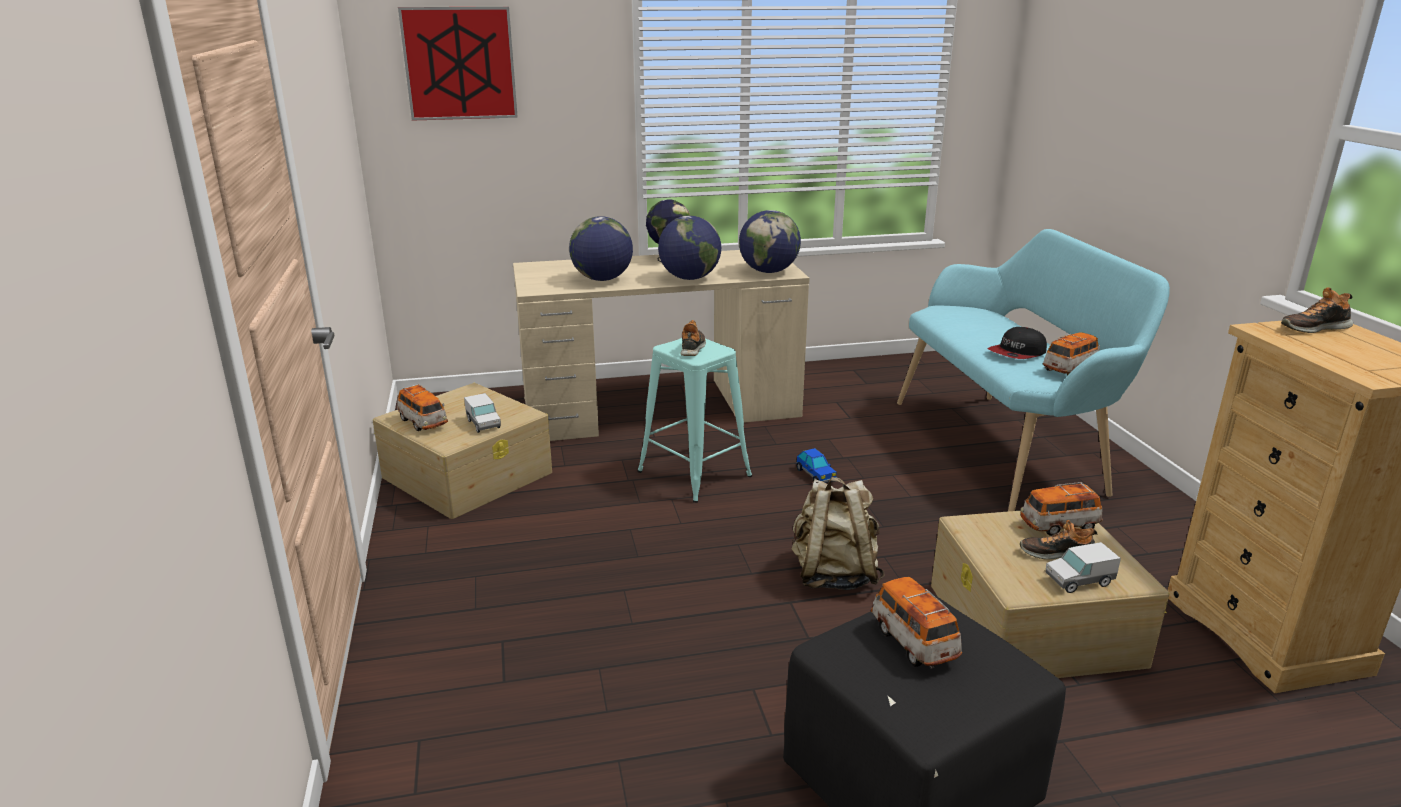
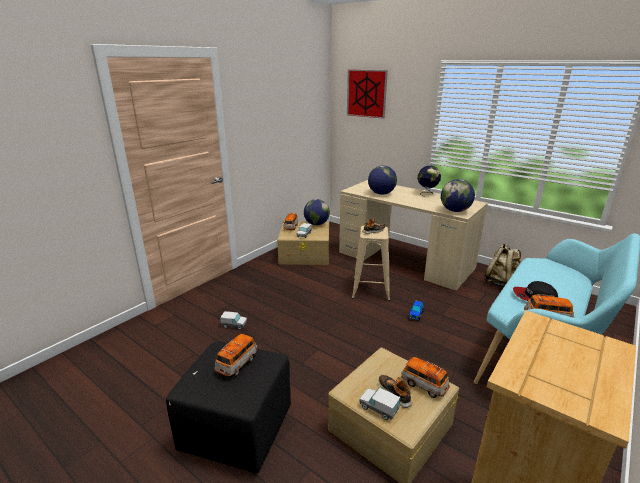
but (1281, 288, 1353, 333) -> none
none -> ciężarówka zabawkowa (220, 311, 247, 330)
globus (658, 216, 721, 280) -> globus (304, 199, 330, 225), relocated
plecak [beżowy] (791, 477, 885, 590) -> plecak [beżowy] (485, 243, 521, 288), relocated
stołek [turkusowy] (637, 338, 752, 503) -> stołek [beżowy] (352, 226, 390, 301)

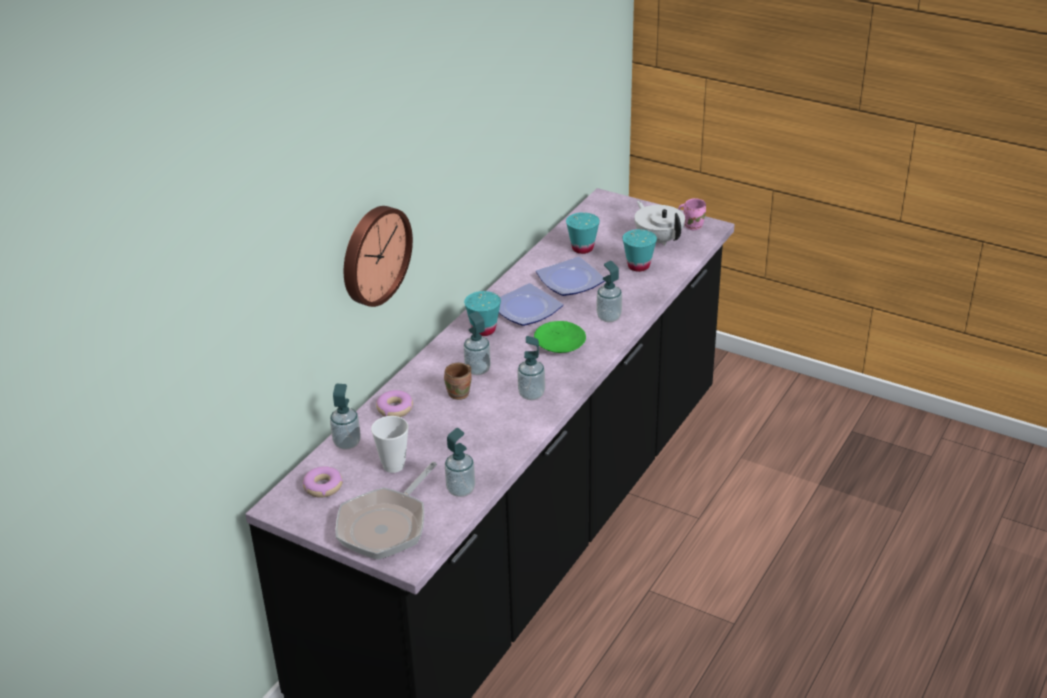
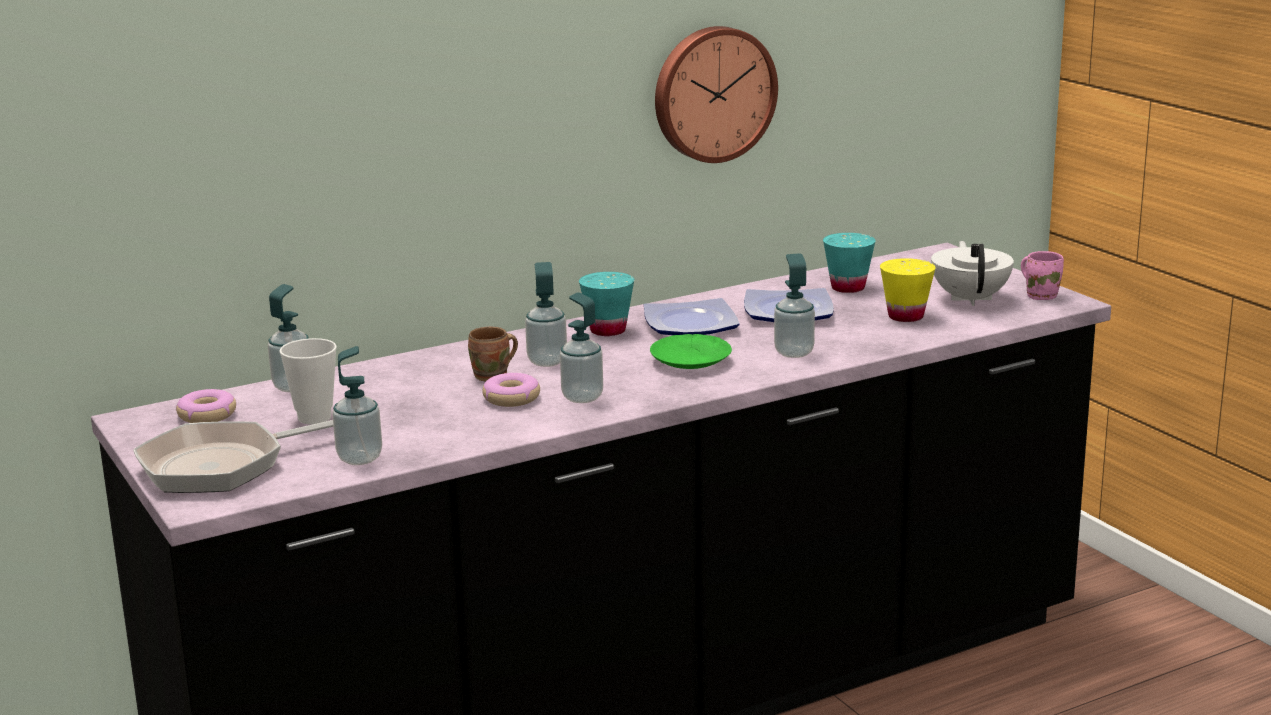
zegar ścienny (344, 206, 413, 307) -> zegar ścienny (655, 26, 778, 163), relocated
donut (376, 390, 413, 417) -> donut (482, 373, 540, 407), relocated
filiżanka [turkusowy] (622, 229, 657, 272) -> filiżanka [żółty] (880, 258, 936, 322)

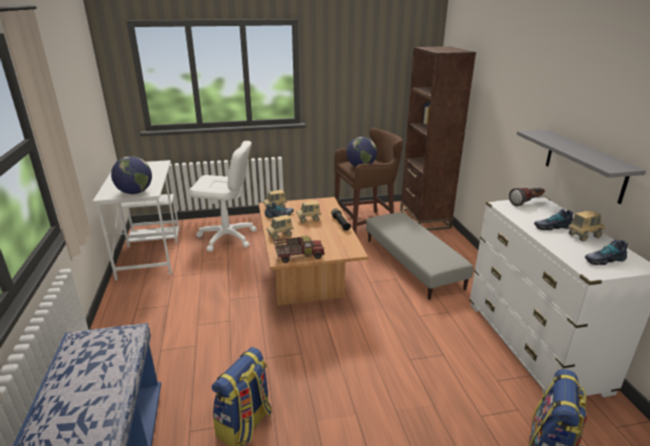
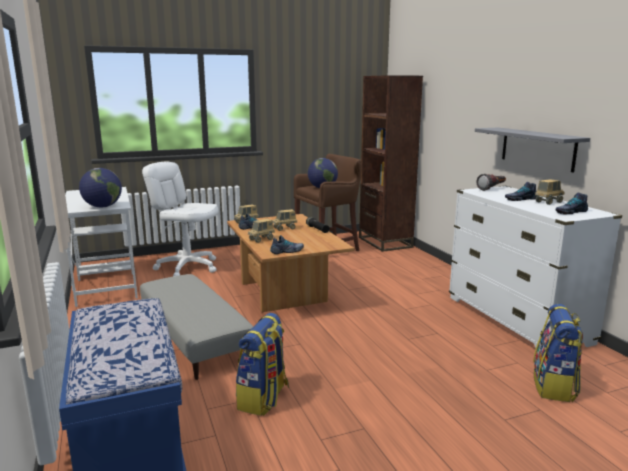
pufa [szary] (366, 212, 474, 300) -> pufa [szary] (140, 274, 253, 380), relocated
ciężarówka zabawkowa (273, 236, 325, 263) -> but (270, 235, 304, 254)
krzesło biurowe [biały] (189, 141, 257, 252) -> krzesło biurowe [biały] (142, 162, 219, 276), 150 degrees counterclockwise

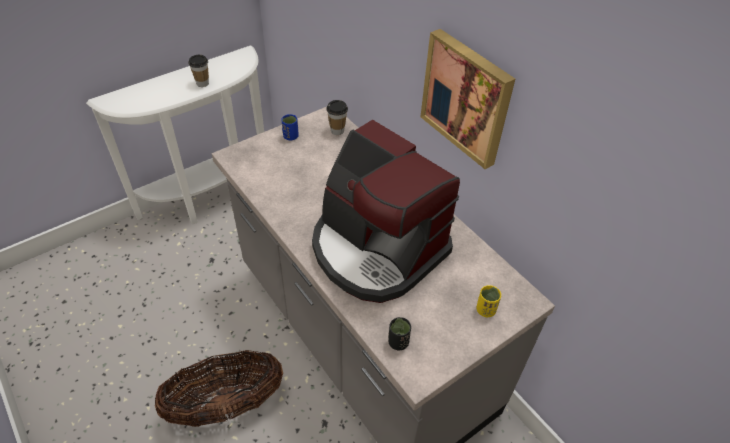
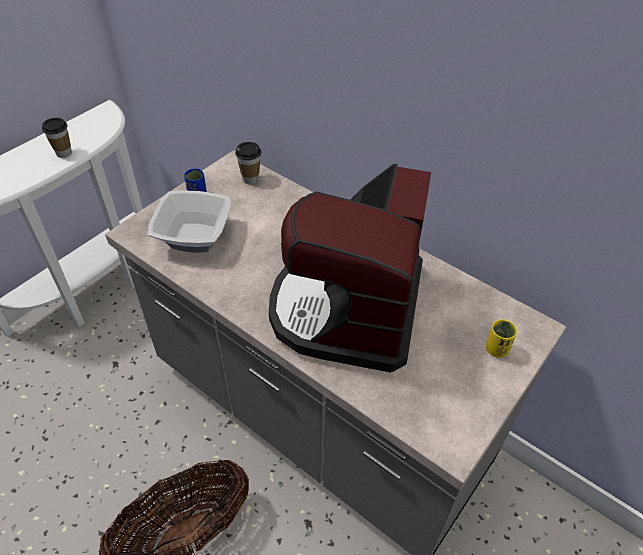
filiżanka [czarny] (388, 317, 411, 350) -> none
obraz (420, 29, 515, 169) -> none
none -> miska (148, 190, 231, 253)
ekspres do kawy (312, 120, 460, 303) -> ekspres do kawy (269, 164, 431, 373), 75 degrees clockwise

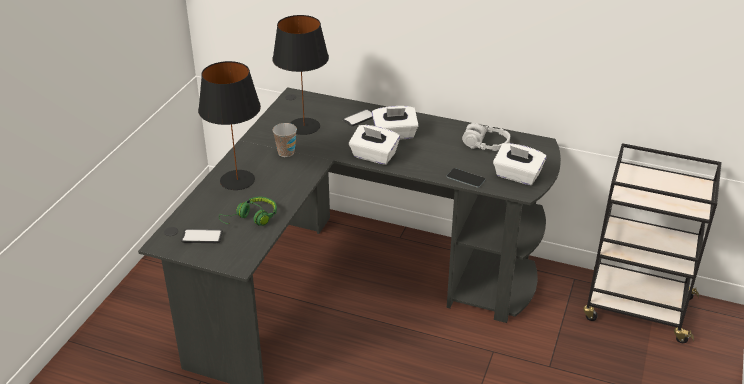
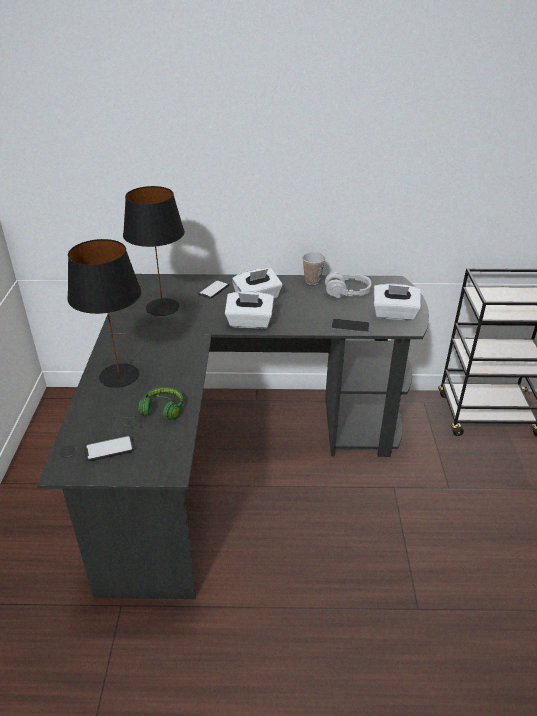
filiżanka (273, 123, 297, 157) -> filiżanka (302, 253, 325, 285), relocated

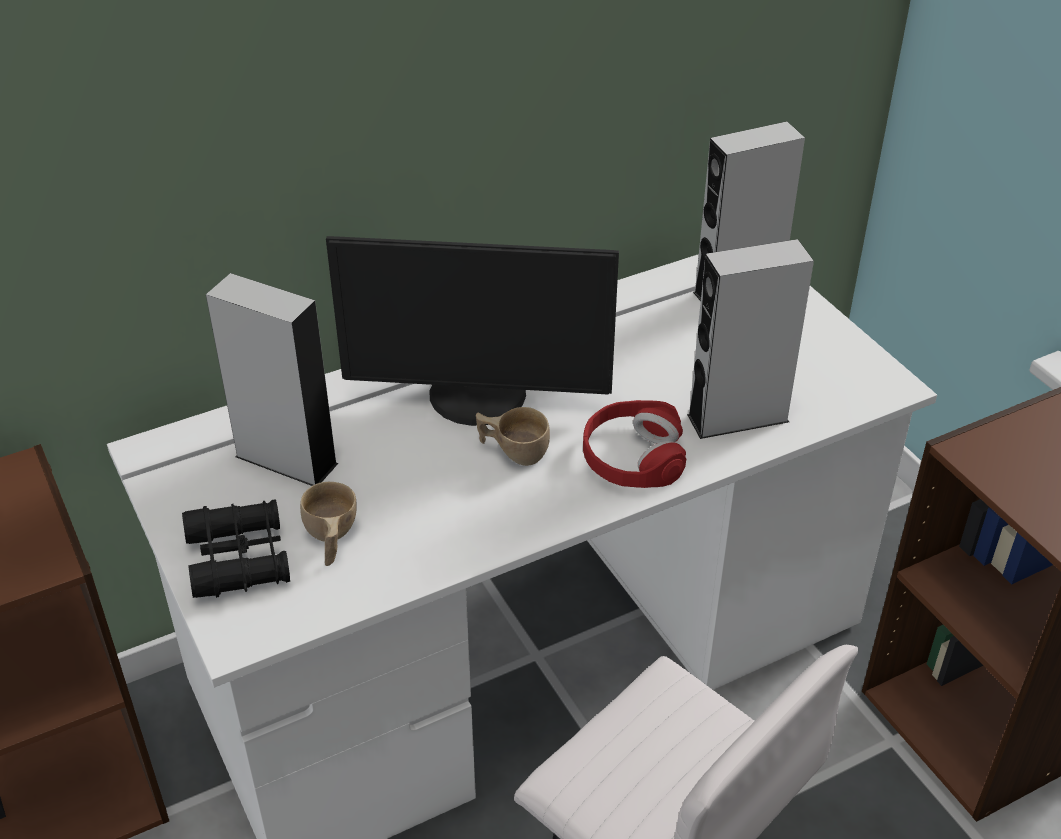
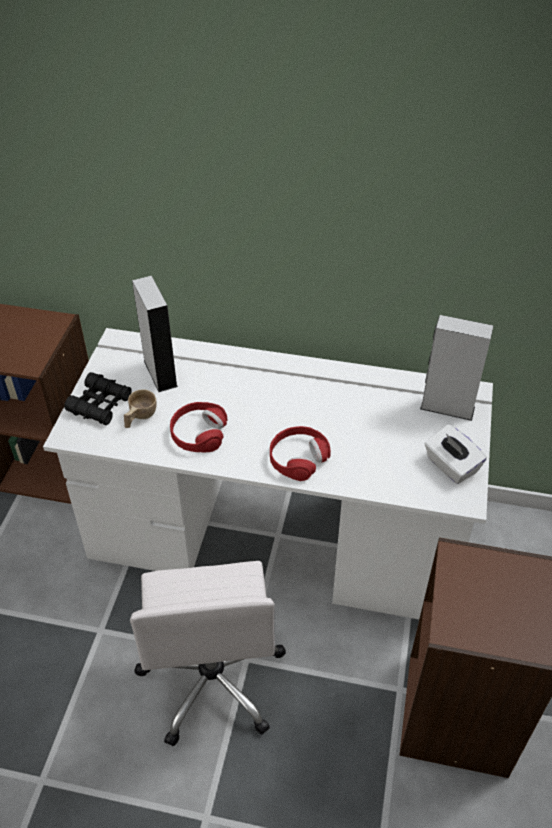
monitor (326, 236, 619, 426) -> none
filiżanka [beżowy] (476, 407, 550, 466) -> none
głośnik [szary] (687, 239, 814, 439) -> none
none -> słuchawki [czerwony] (170, 402, 227, 452)
none -> pudełko chusteczek [biały] (425, 424, 487, 484)

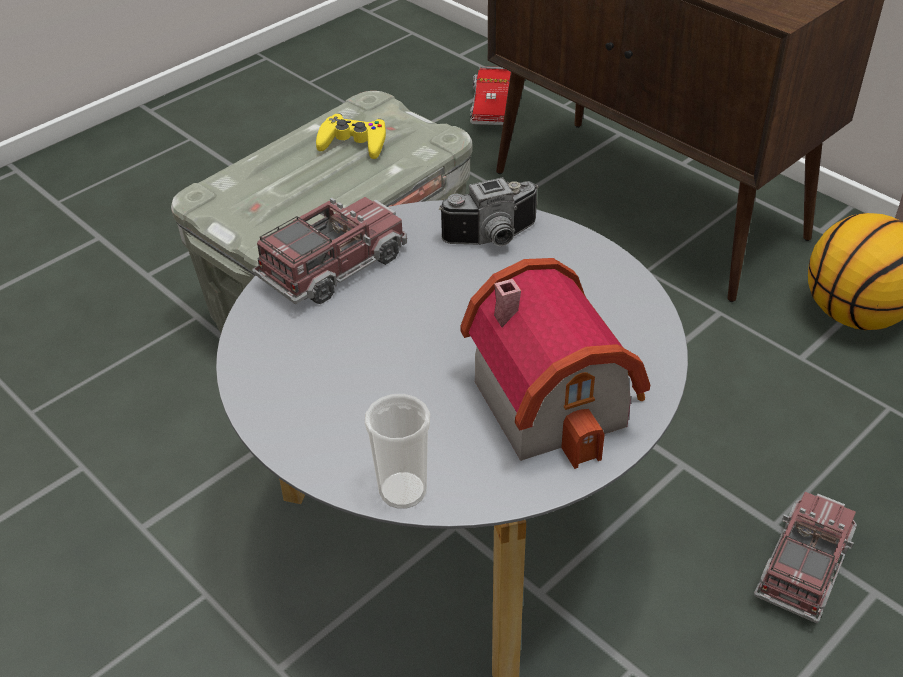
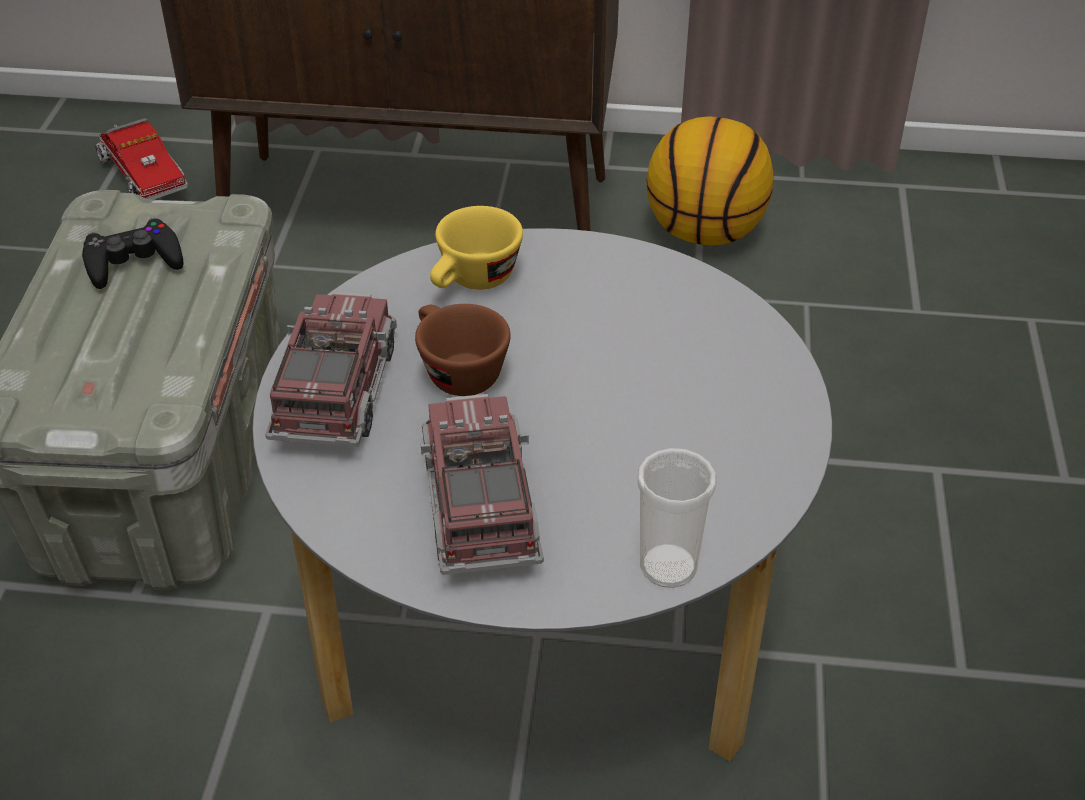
domek (460, 258, 650, 469) -> none
none -> filiżanka [brązowy] (415, 304, 511, 396)
ciężarówka zabawkowa (754, 492, 857, 623) -> ciężarówka zabawkowa (421, 394, 544, 575), relocated
aparat fotograficzny (439, 177, 539, 246) -> filiżanka [żółty] (430, 206, 523, 290)
pad do gier [żółty] (316, 113, 386, 159) -> pad do gier [czarny] (82, 218, 183, 289)

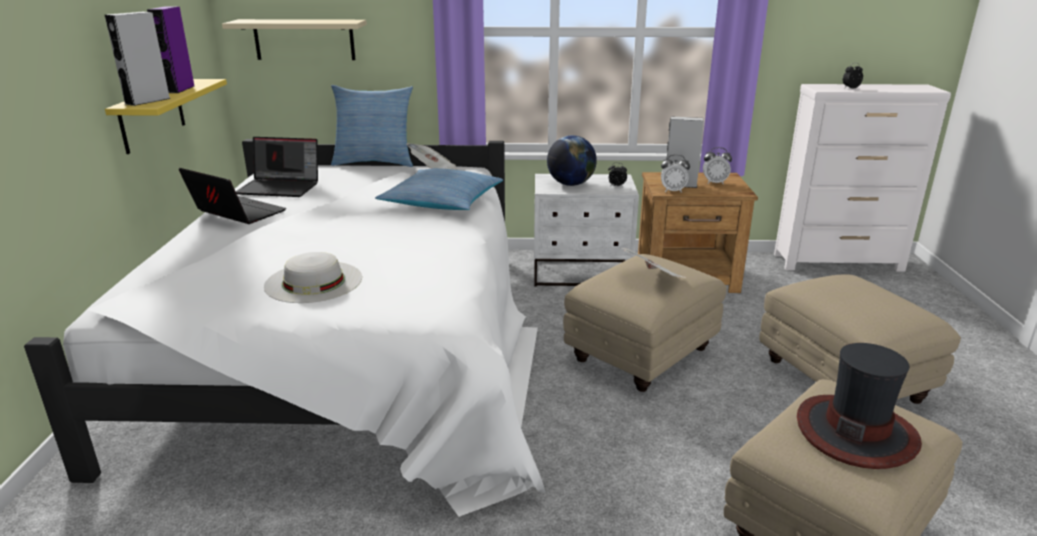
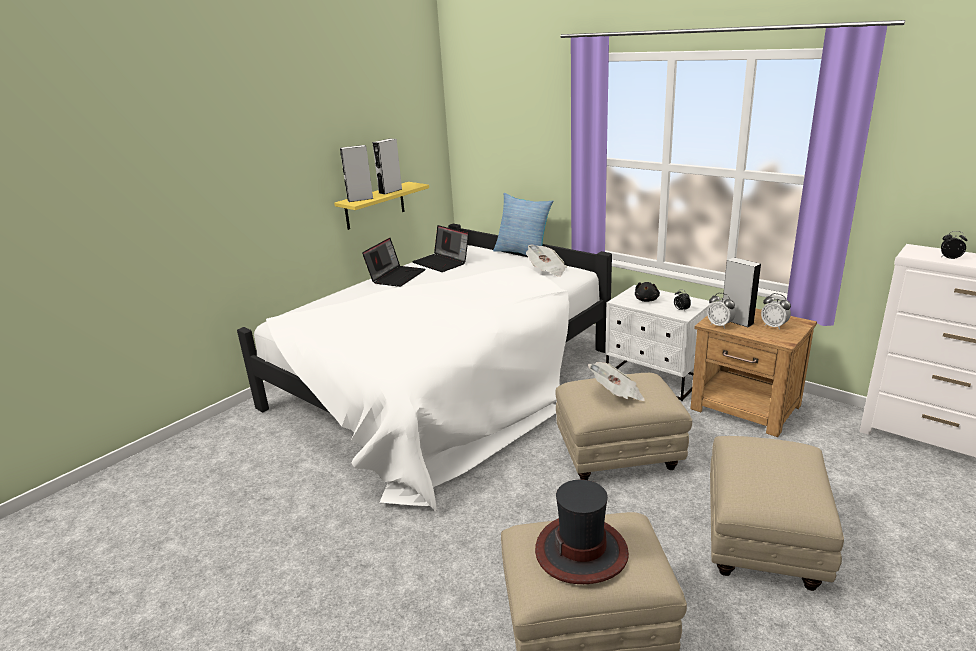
półka [beżowy] (222, 19, 367, 60) -> none
kapelusz [biały] (264, 252, 362, 303) -> none
poduszka (375, 168, 503, 210) -> none
globus (547, 135, 597, 186) -> pluszak [czarny] (635, 282, 660, 302)
głośnik [fioletowy] (147, 6, 195, 93) -> głośnik [szary] (372, 138, 402, 194)
laptop (179, 168, 286, 224) -> laptop (362, 238, 425, 287), 45 degrees clockwise

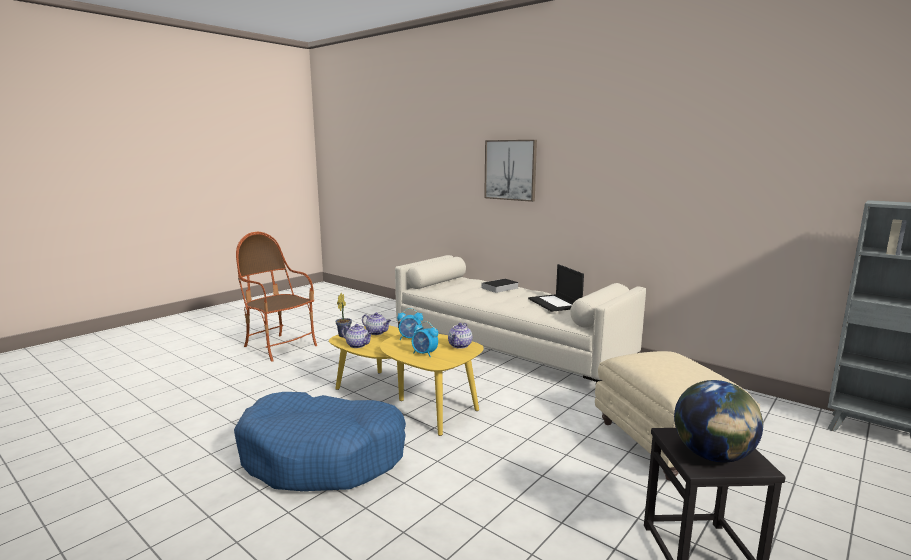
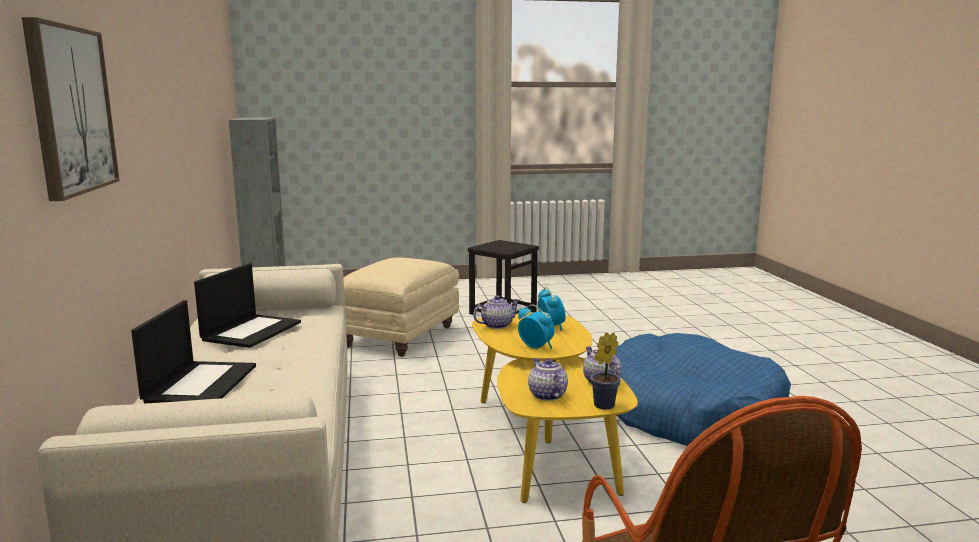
globus (674, 380, 763, 463) -> none
książka (479, 279, 519, 293) -> laptop (131, 300, 256, 404)

